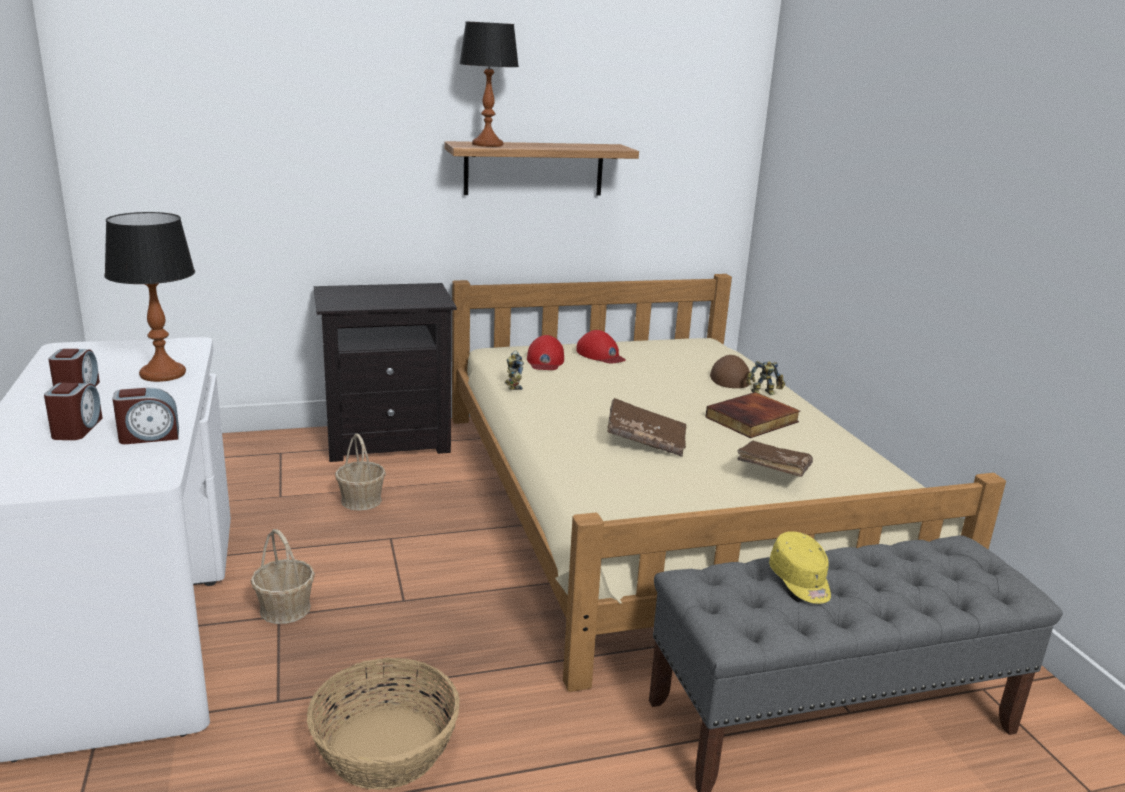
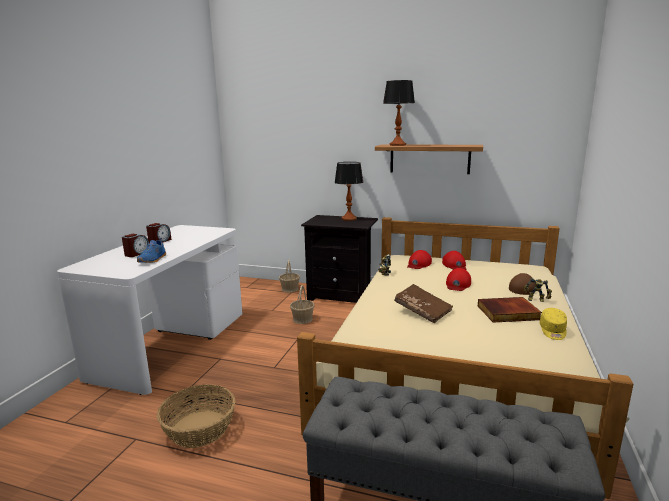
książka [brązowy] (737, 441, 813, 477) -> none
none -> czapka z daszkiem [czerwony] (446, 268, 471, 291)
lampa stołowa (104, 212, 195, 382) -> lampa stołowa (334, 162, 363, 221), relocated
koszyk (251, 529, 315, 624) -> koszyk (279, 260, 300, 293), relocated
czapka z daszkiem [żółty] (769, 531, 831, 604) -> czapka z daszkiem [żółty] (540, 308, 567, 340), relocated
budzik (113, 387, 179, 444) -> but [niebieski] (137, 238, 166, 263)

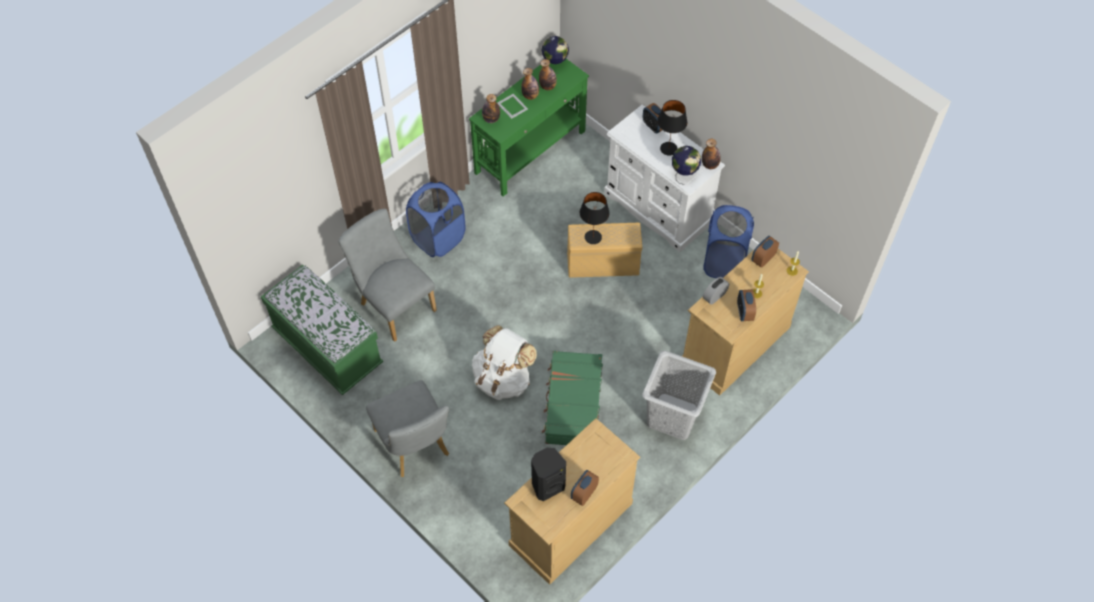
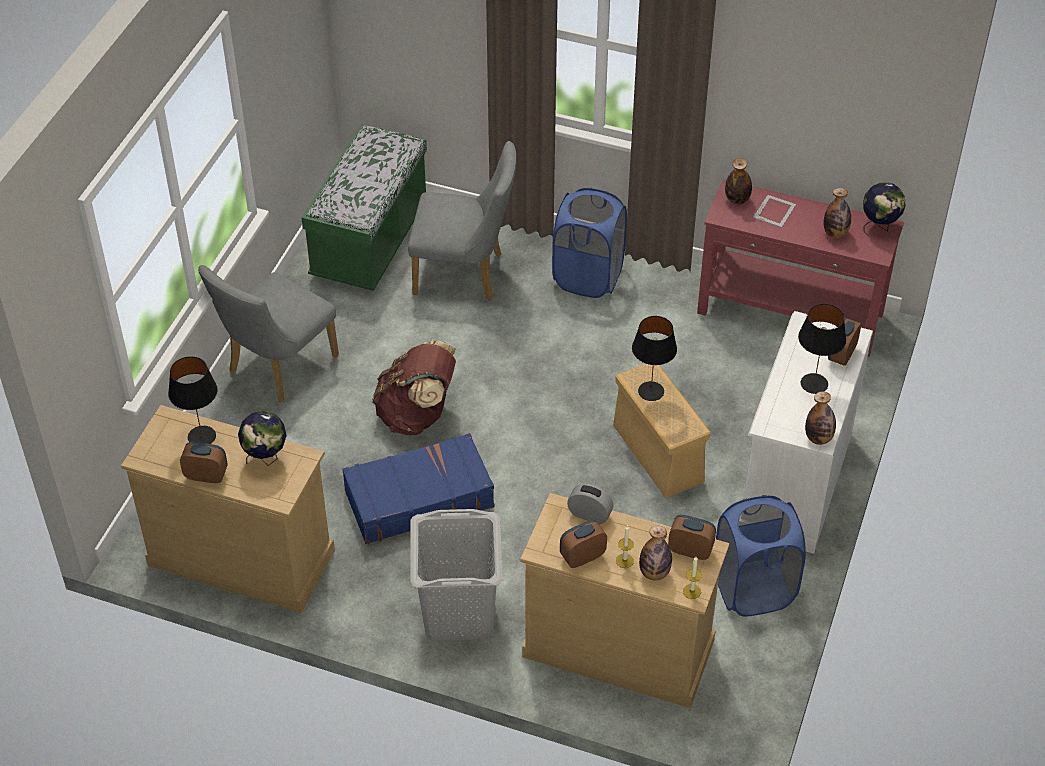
butelka (521, 68, 539, 100) -> butelka (639, 526, 672, 581), relocated
globus (672, 146, 701, 185) -> globus (238, 411, 287, 466), relocated
głośnik [czarny] (531, 448, 566, 501) -> lampa stołowa [czarny] (168, 356, 218, 444)
stolik konsolowy [zielony] (469, 59, 589, 196) -> stolik konsolowy [czerwony] (697, 179, 904, 357)
plecak [biały] (472, 325, 537, 400) -> plecak [brązowy] (372, 340, 456, 435)
walizka [zielony] (542, 351, 603, 445) -> walizka [niebieski] (342, 433, 494, 544)
krzesło [szary] (338, 209, 437, 342) -> krzesło [szary] (408, 141, 516, 300), 75 degrees clockwise

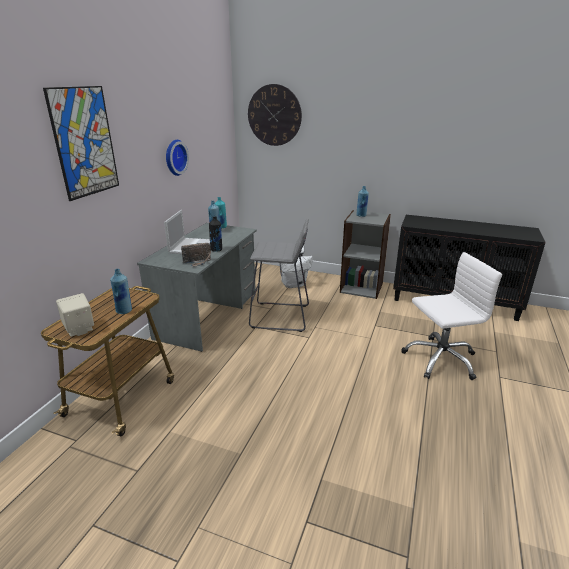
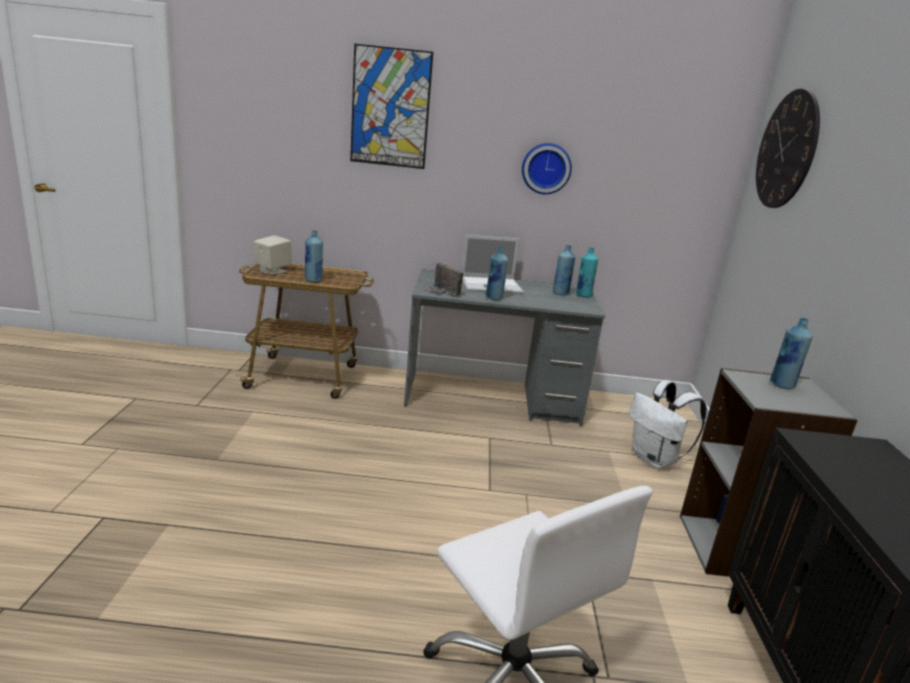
stołek [szary] (249, 219, 309, 332) -> none
butelka [czarny] (209, 216, 222, 252) -> butelka [niebieski] (485, 247, 508, 300)

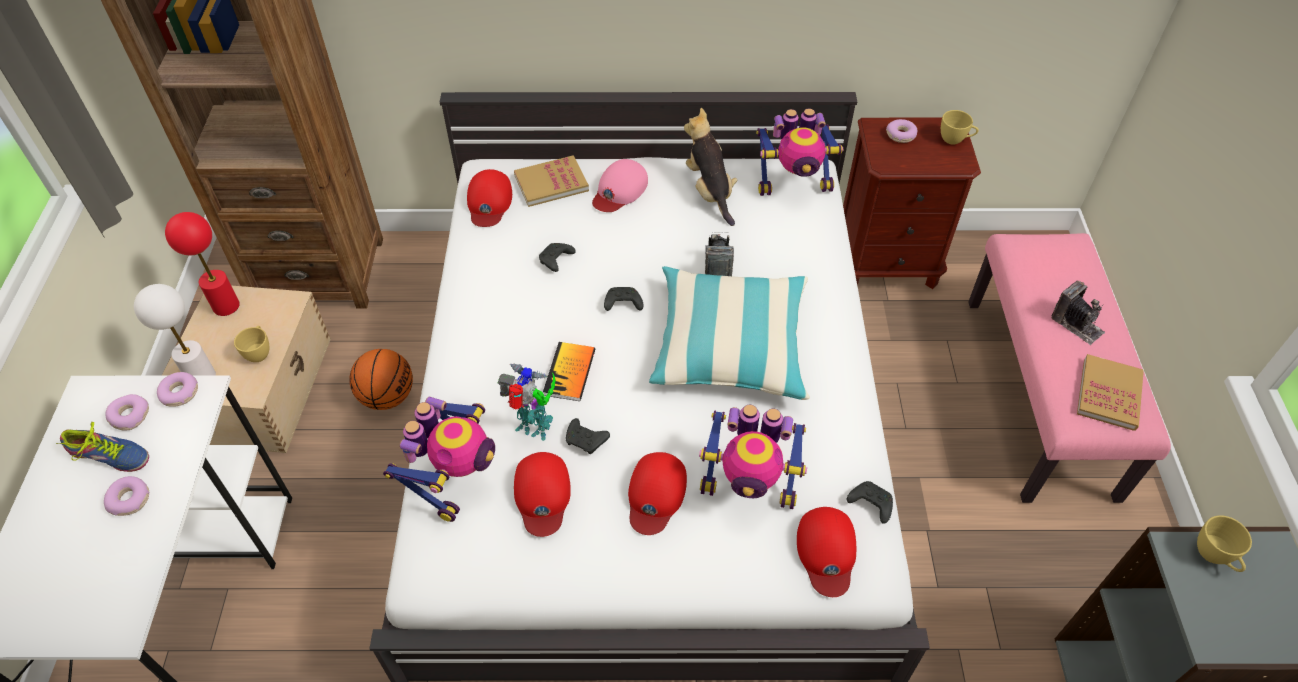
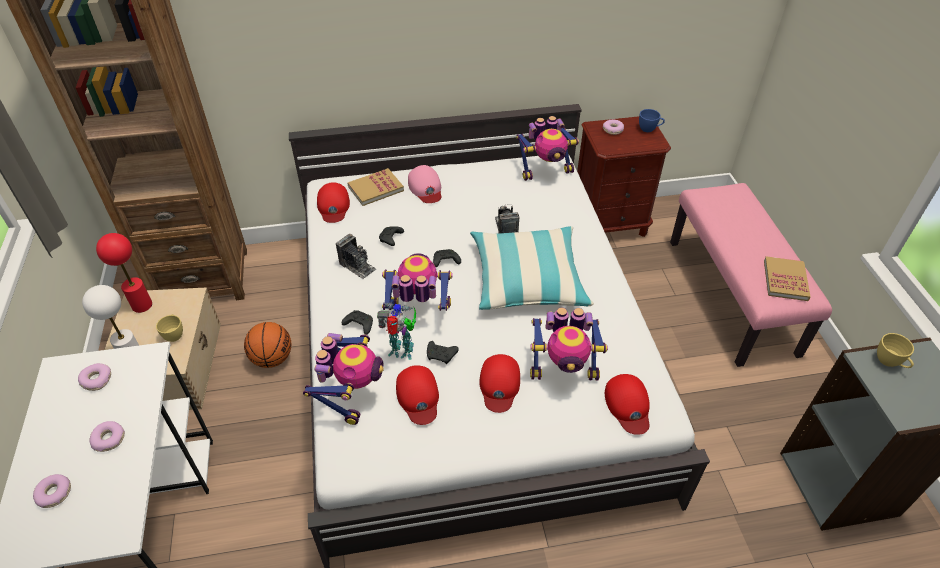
but (56, 422, 149, 472) -> none
pluszak (684, 108, 737, 226) -> none
donut (157, 372, 198, 407) -> donut (33, 474, 71, 508), relocated
pad do gier [czarny] (847, 481, 893, 524) -> pad do gier [czarny] (342, 310, 373, 335), relocated
aparat fotograficzny (1051, 281, 1105, 345) -> aparat fotograficzny (336, 234, 376, 279), relocated
książka (543, 342, 595, 401) -> robot zabawkowy (382, 253, 453, 311)
filiżanka [żółty] (941, 110, 979, 145) -> filiżanka [niebieski] (639, 109, 665, 132)
czapka z daszkiem [różowy] (592, 159, 648, 212) -> czapka z daszkiem [różowy] (408, 165, 441, 203), 45 degrees counterclockwise

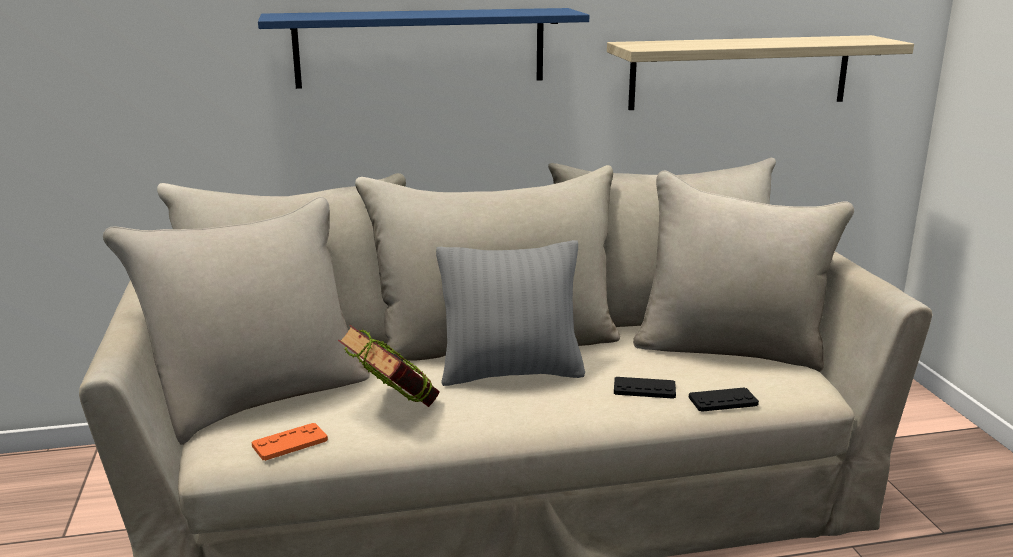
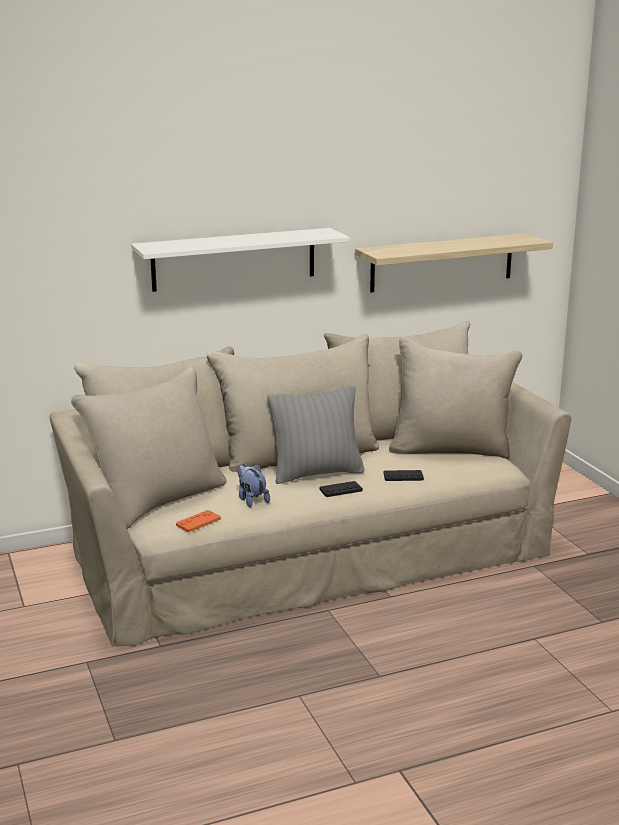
pad do gier [czarny] (689, 387, 759, 412) -> pad do gier [czarny] (319, 481, 363, 497), relocated
książka (338, 325, 440, 407) -> pluszak (238, 464, 270, 507)
półka [niebieski] (258, 8, 589, 89) -> półka [biały] (131, 228, 350, 292)

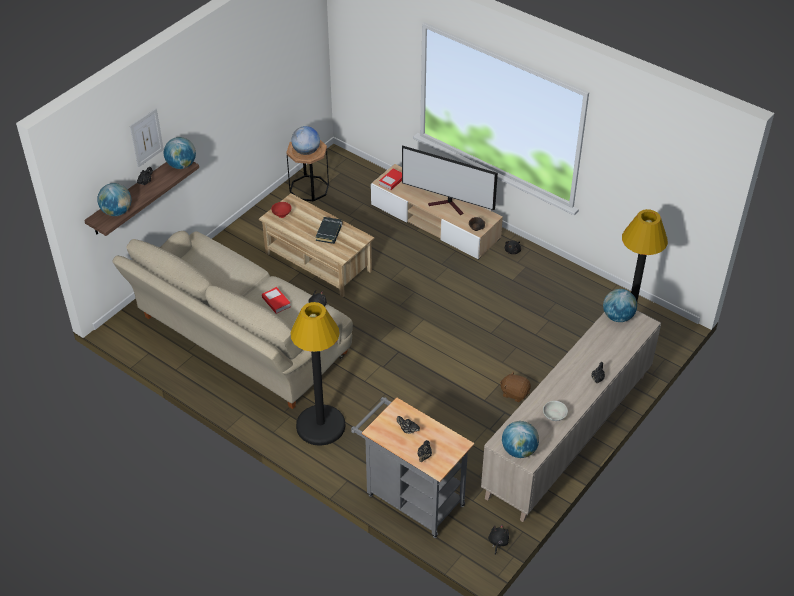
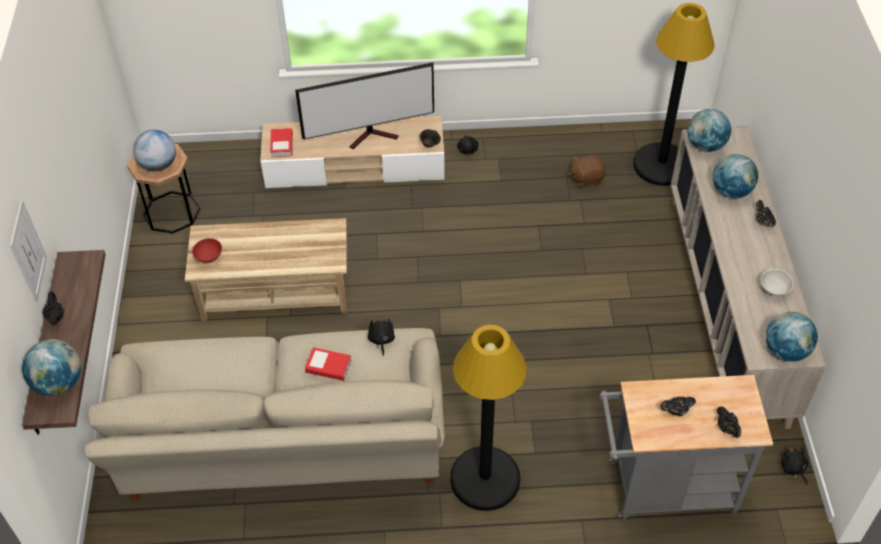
książka [czarny] (316, 217, 343, 244) -> none
globus (164, 137, 196, 169) -> globus (713, 154, 758, 198), relocated
pluszak [brązowy] (500, 372, 531, 402) -> pluszak [brązowy] (568, 155, 606, 188), relocated

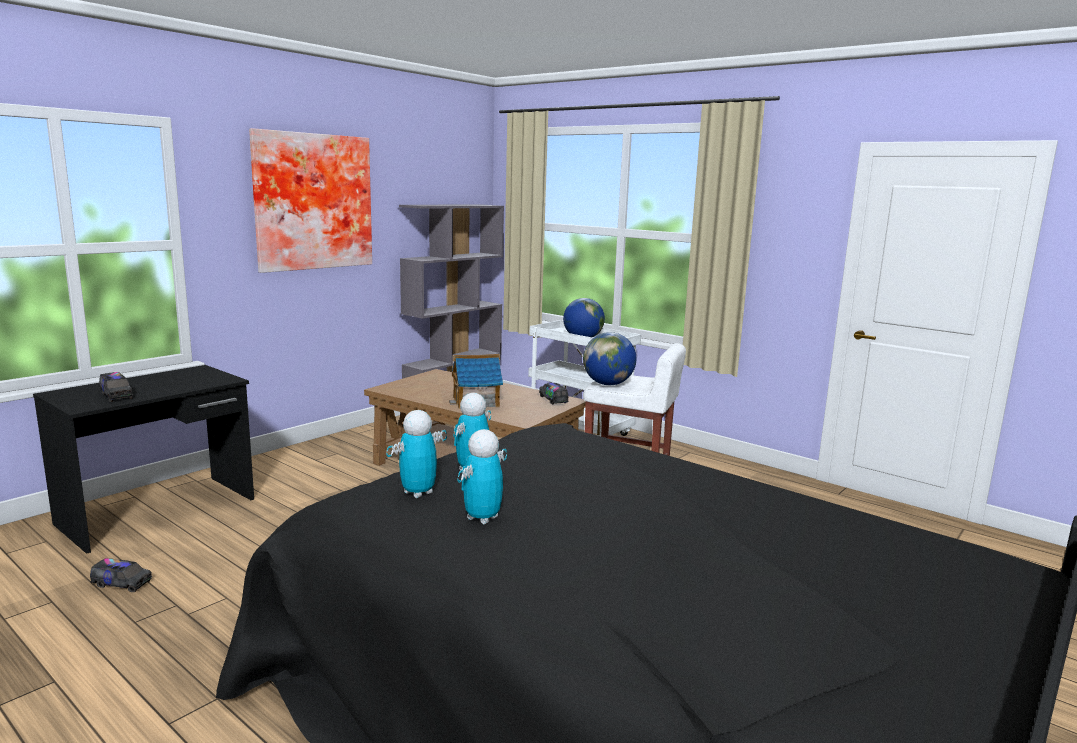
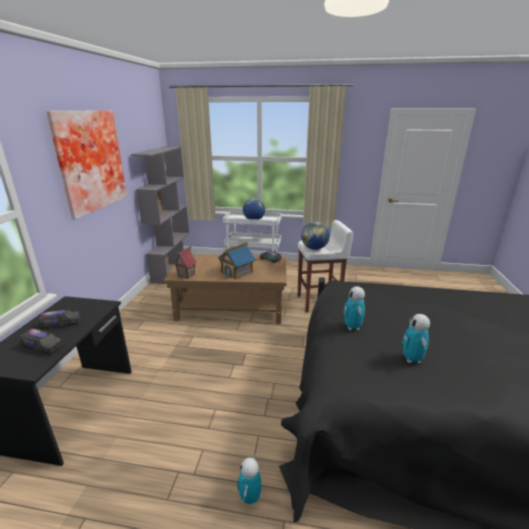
none -> domek (173, 246, 197, 279)
ciężarówka zabawkowa (90, 558, 152, 592) -> ciężarówka zabawkowa (39, 309, 80, 331), relocated
robot zabawkowy (386, 410, 447, 498) -> robot zabawkowy (237, 454, 261, 505), relocated

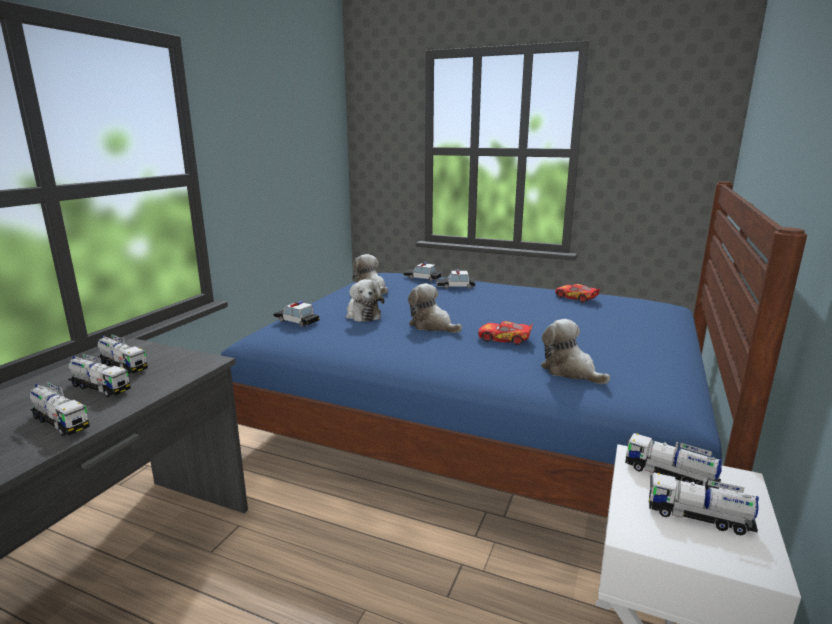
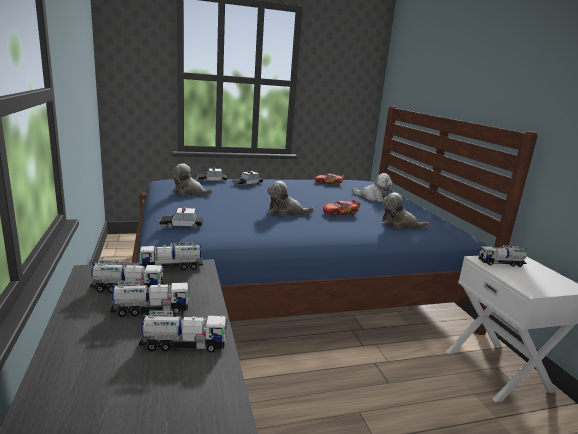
pluszak (346, 279, 384, 322) -> pluszak (352, 173, 393, 202), relocated
ciężarówka zabawkowa (649, 473, 759, 535) -> ciężarówka zabawkowa (138, 242, 203, 270), relocated

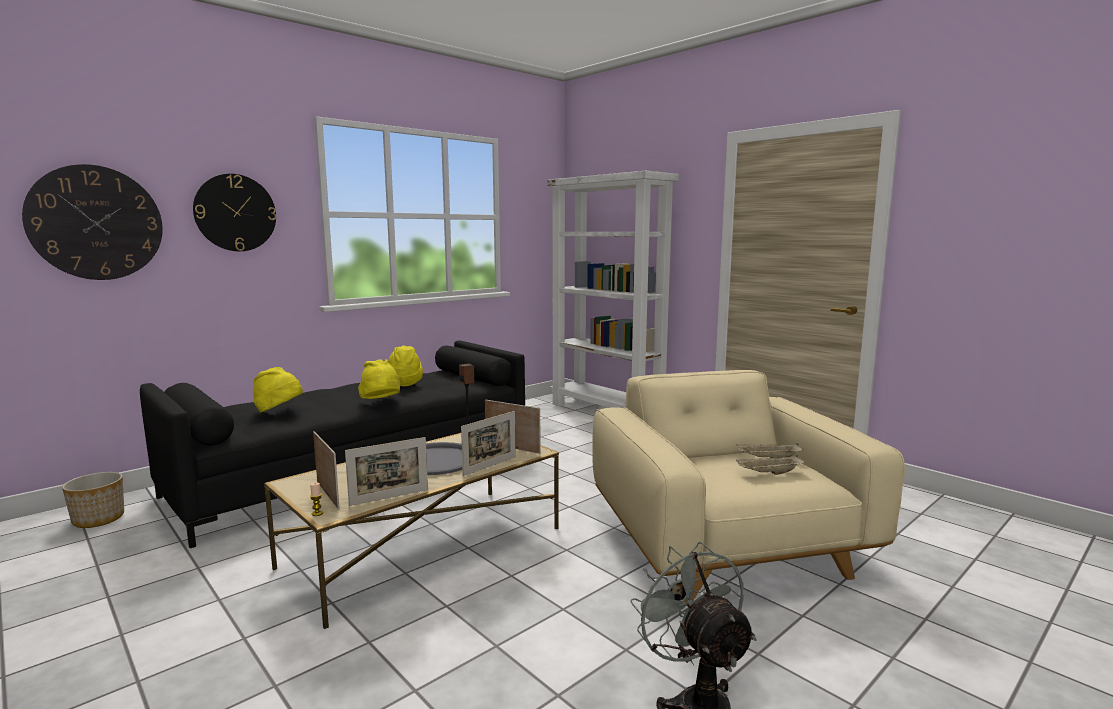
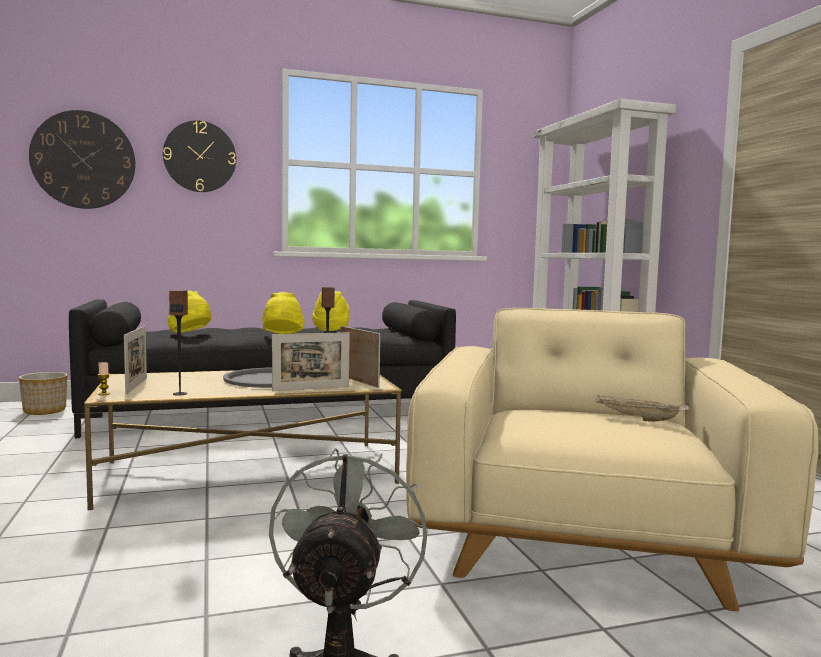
taca [beżowy] (736, 455, 805, 475) -> none
ramka na zdjęcie (345, 437, 428, 506) -> głośnik (169, 290, 188, 396)

